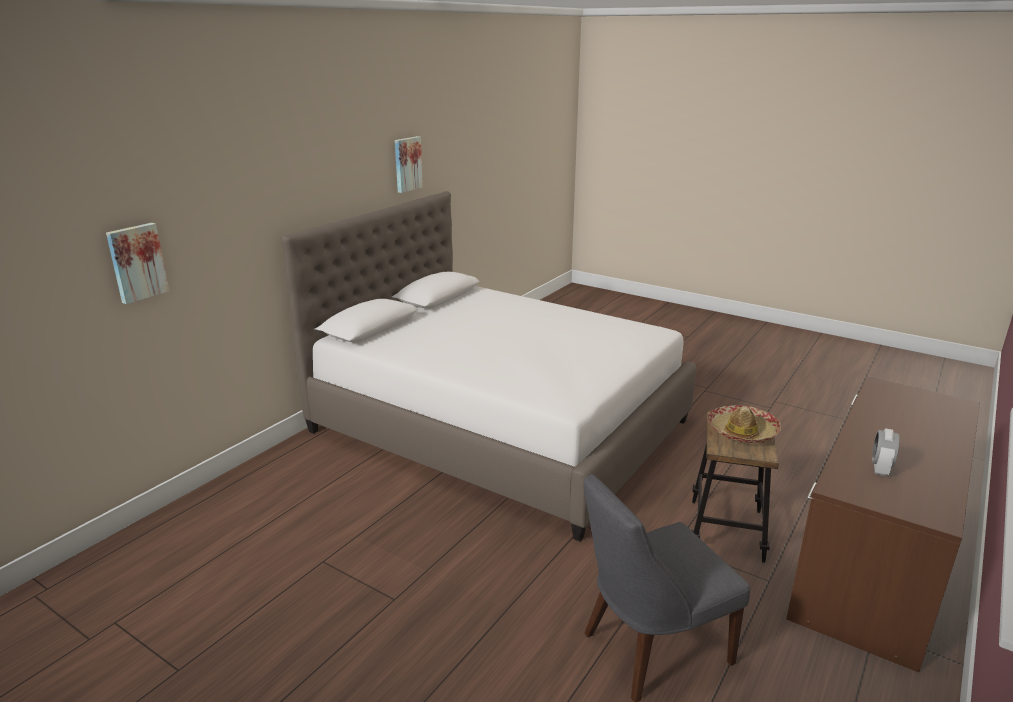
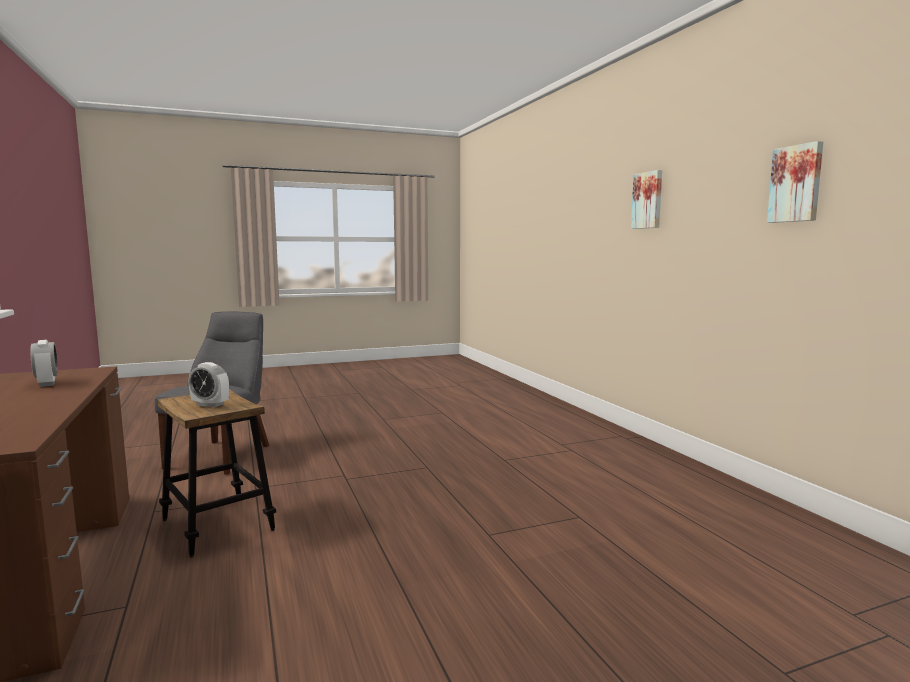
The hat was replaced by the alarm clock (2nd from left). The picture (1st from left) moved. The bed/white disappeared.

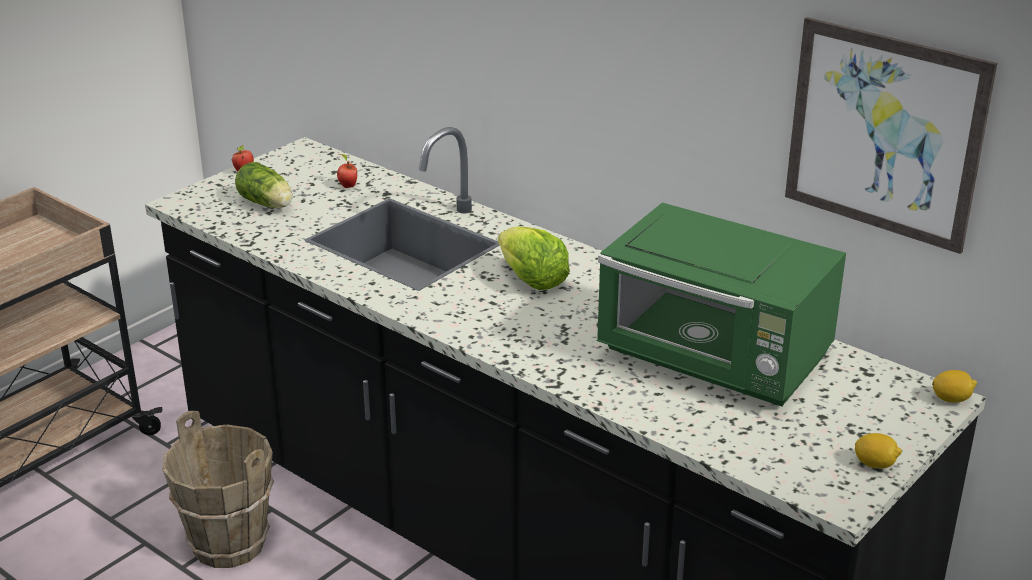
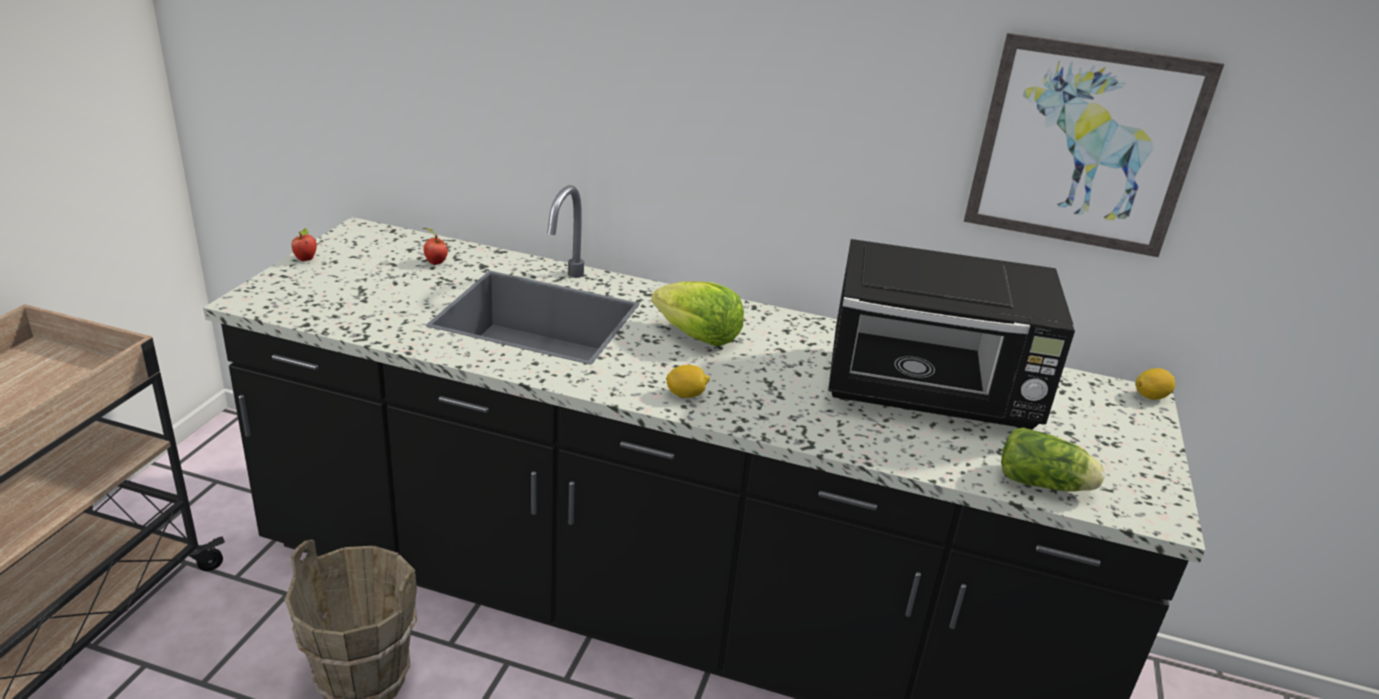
The lemon (1st from left) moved. The microwave/green became the microwave/black. The lettuce (1st from left in the first image) moved.

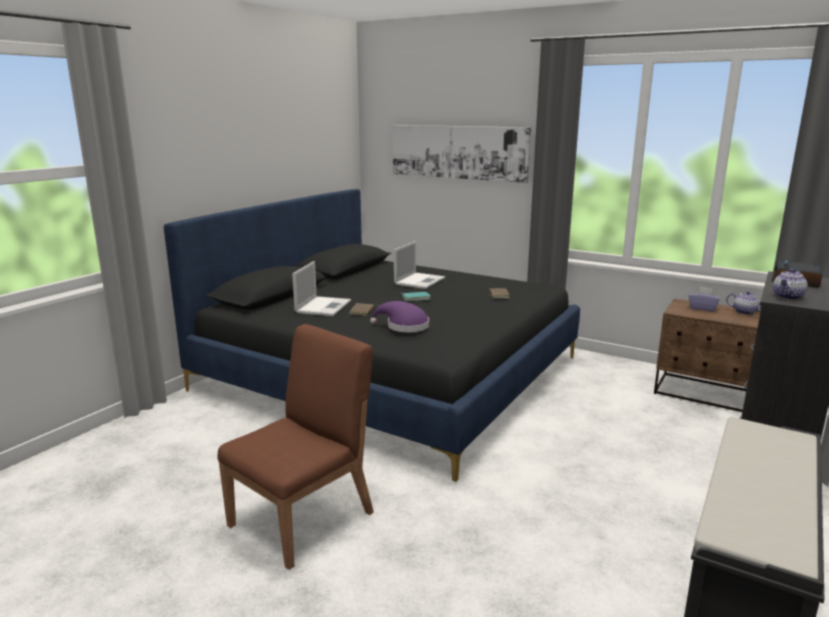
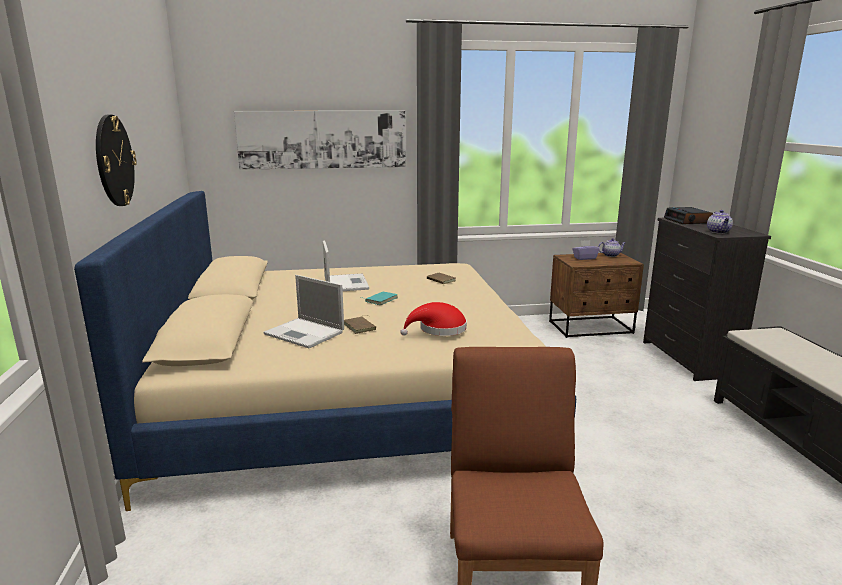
The bed/black became the bed/beige. The wall clock appeared. The laptop (1st from left) turned 150 degrees clockwise. The hat/purple became the hat/red.

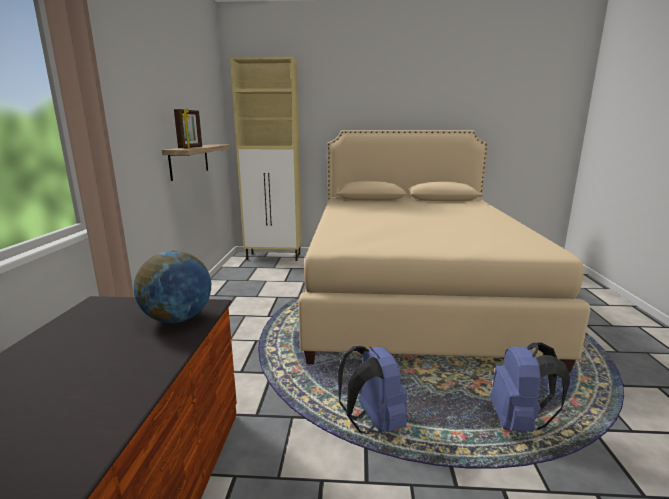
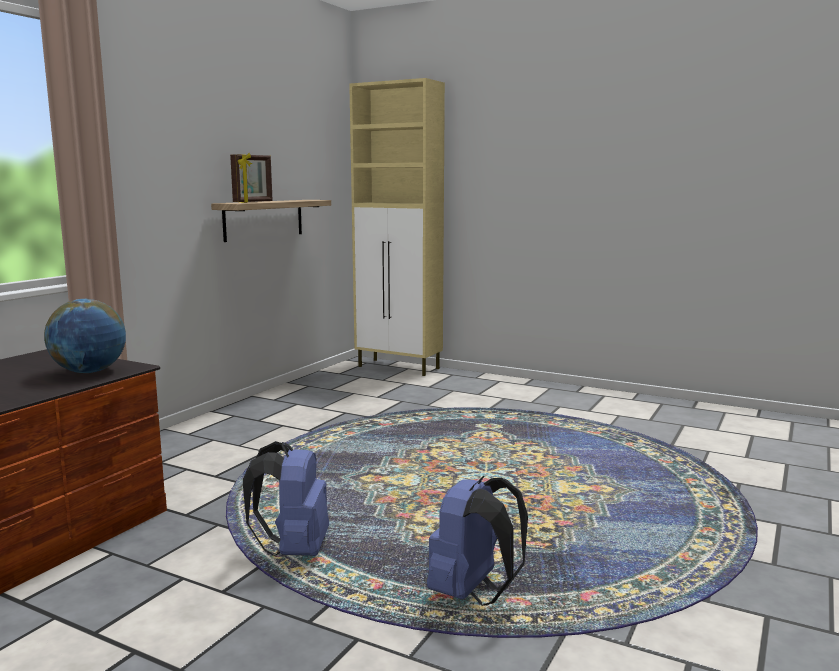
The bed/beige disappeared.

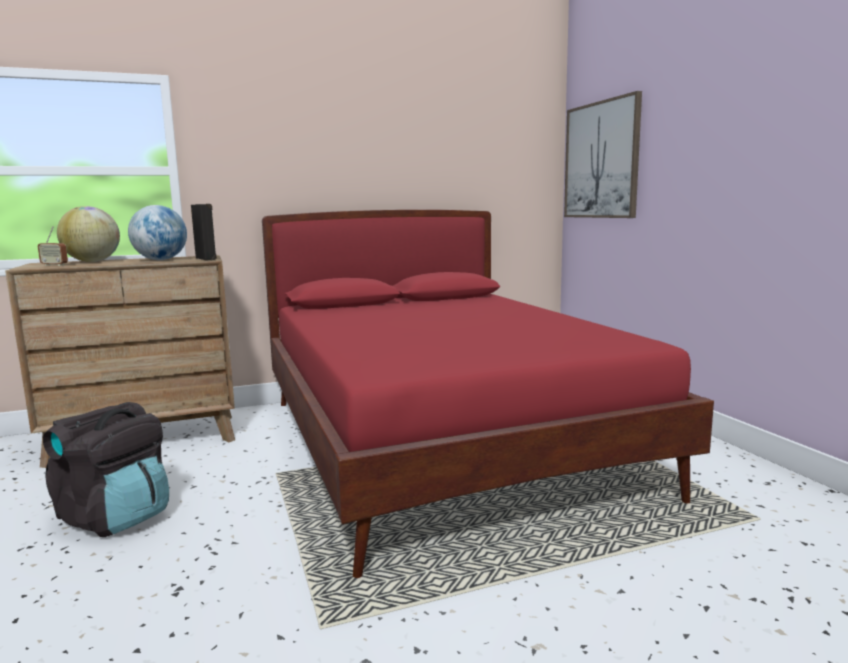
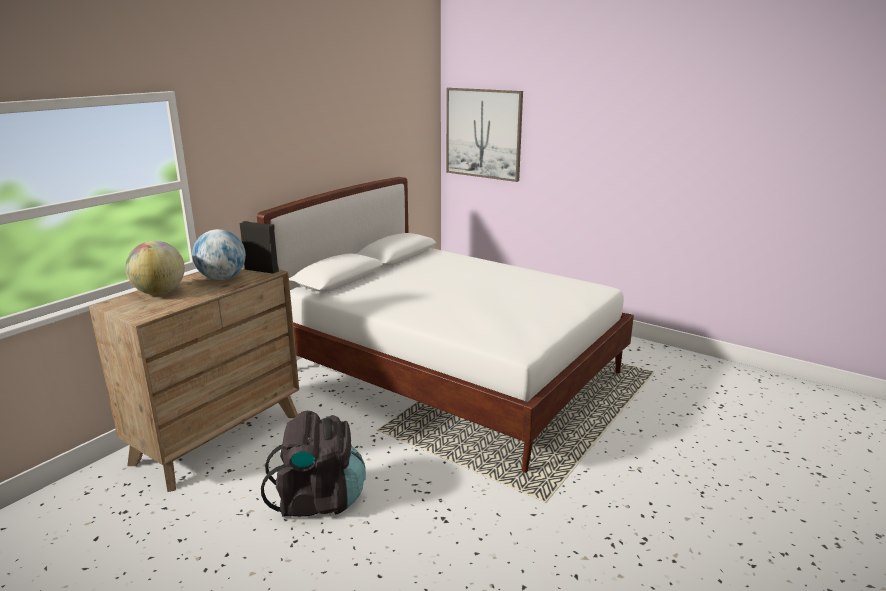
The bed/red became the bed/white. The radio disappeared.

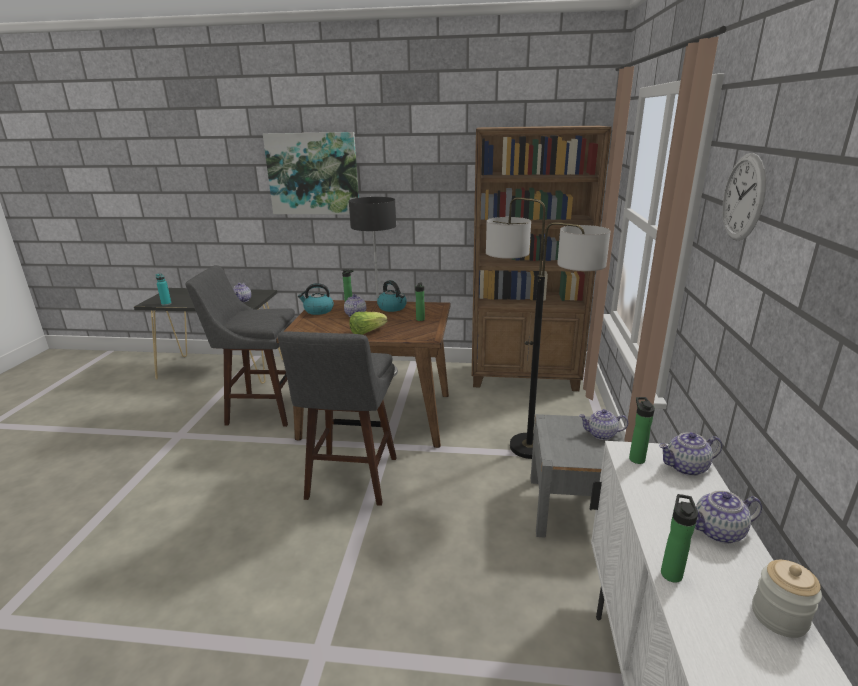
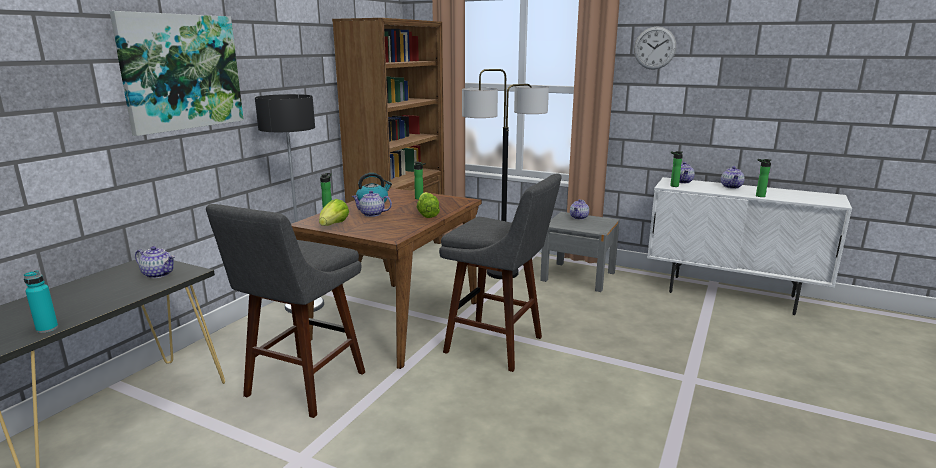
The kettle (1st from left) was replaced by the lettuce (1st from left). The jar disappeared.

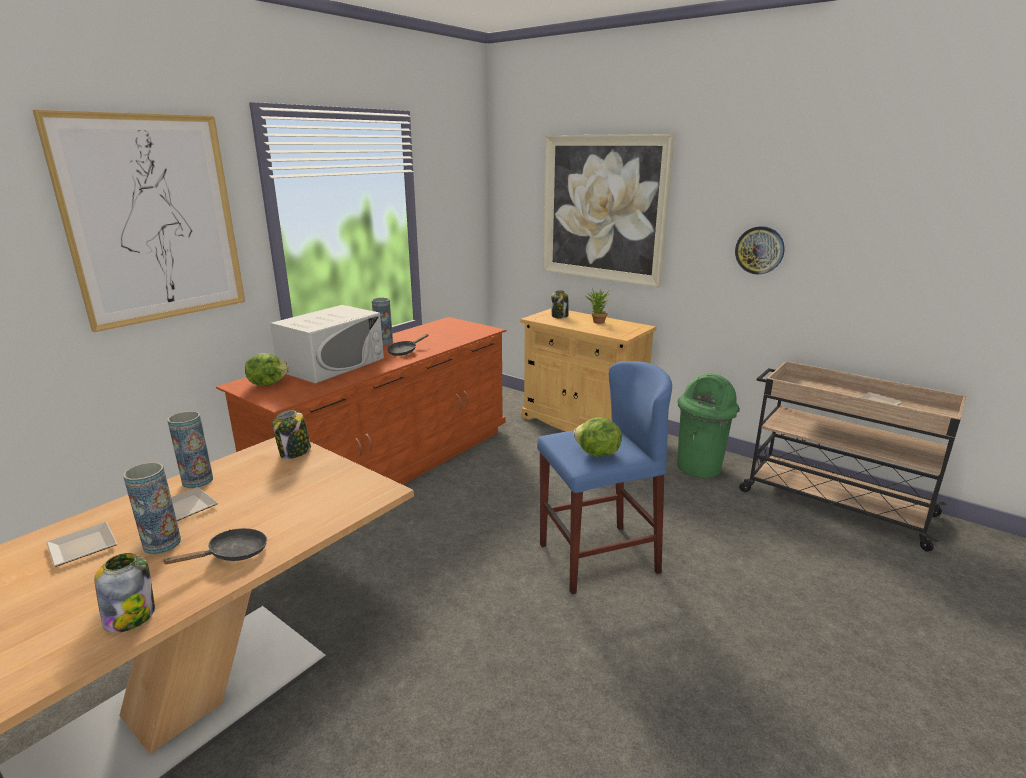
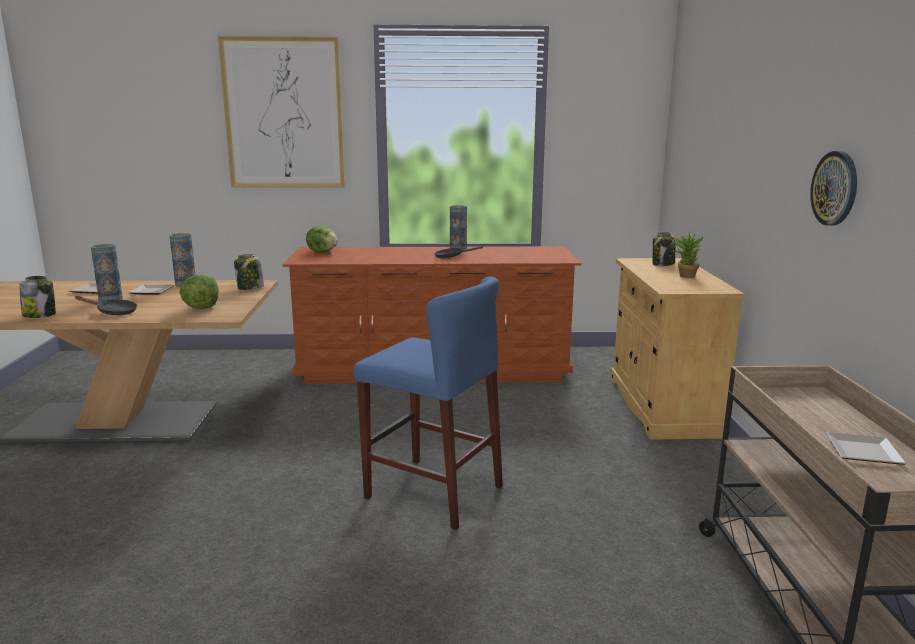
The lettuce (2nd from left in the first image) moved. The microwave/white disappeared. The picture (2nd from left) disappeared. The trash can/green disappeared.

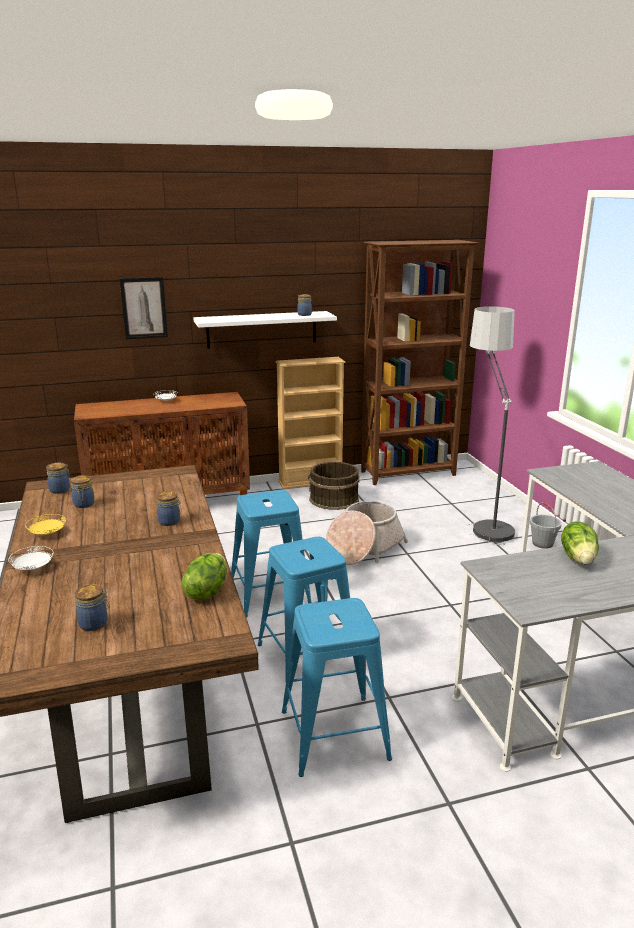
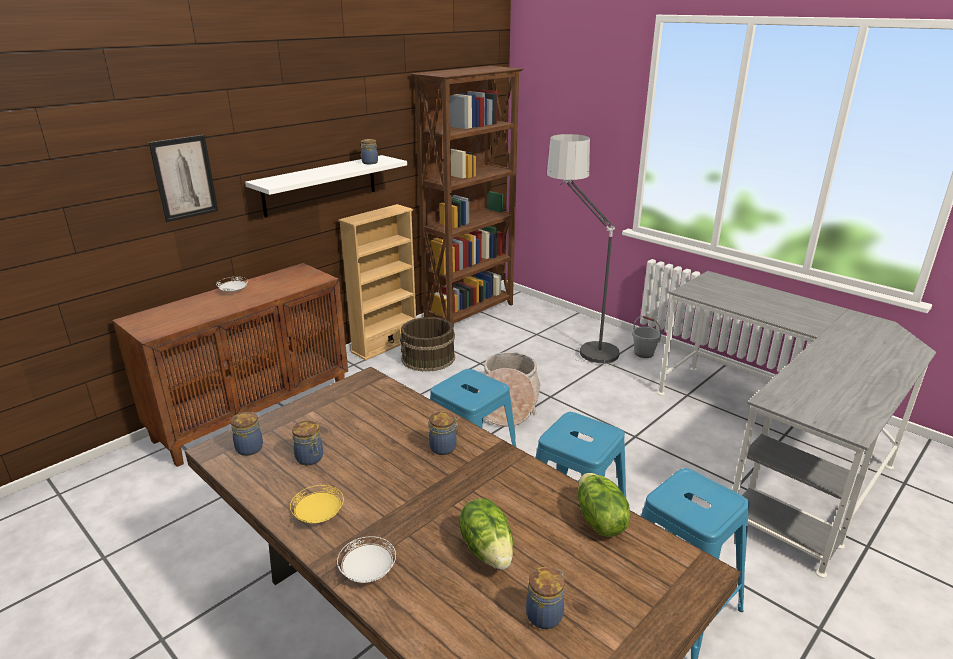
The lettuce (2nd from left in the first image) moved.

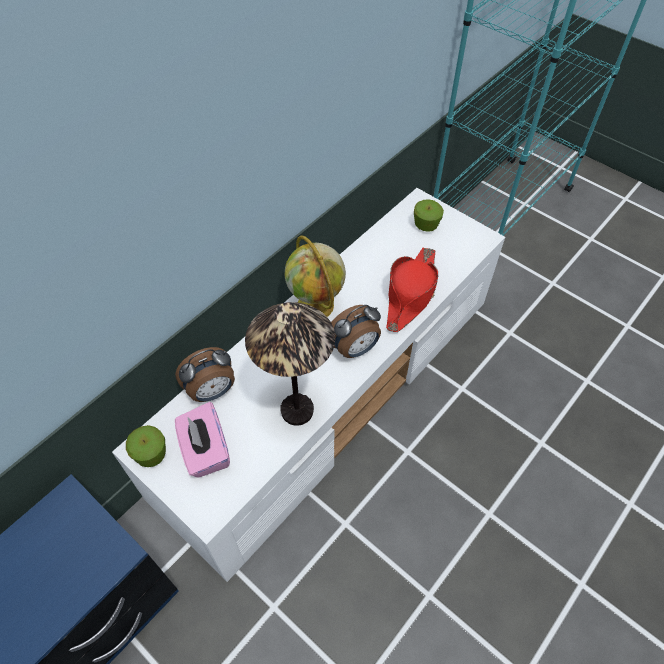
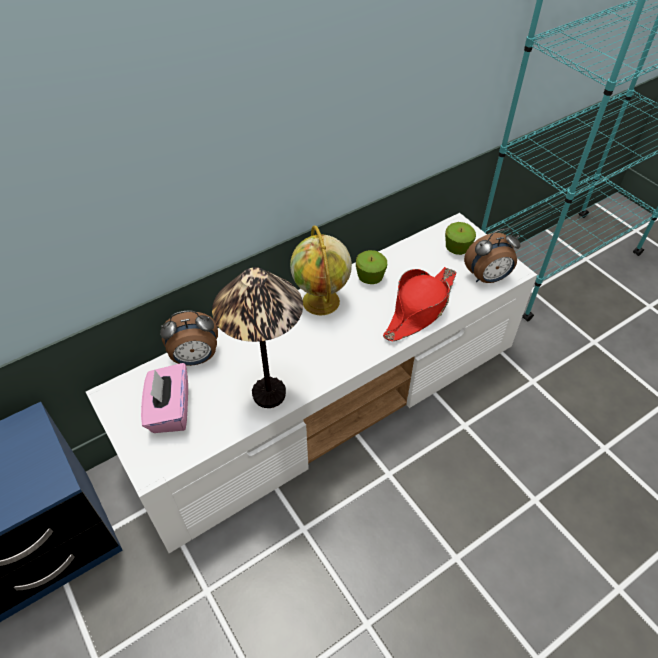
The apple (1st from left) moved. The alarm clock (2nd from left) moved.

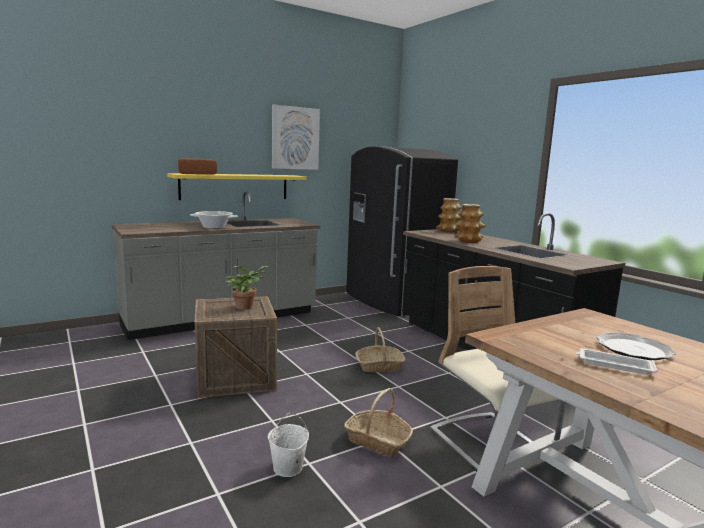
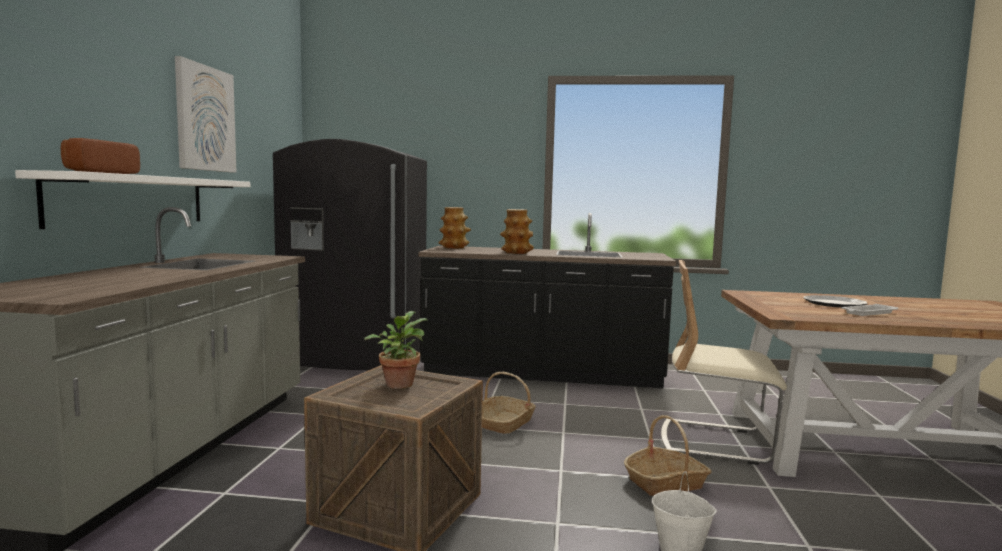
The shelf/yellow became the shelf/white. The cooking pot disappeared.

